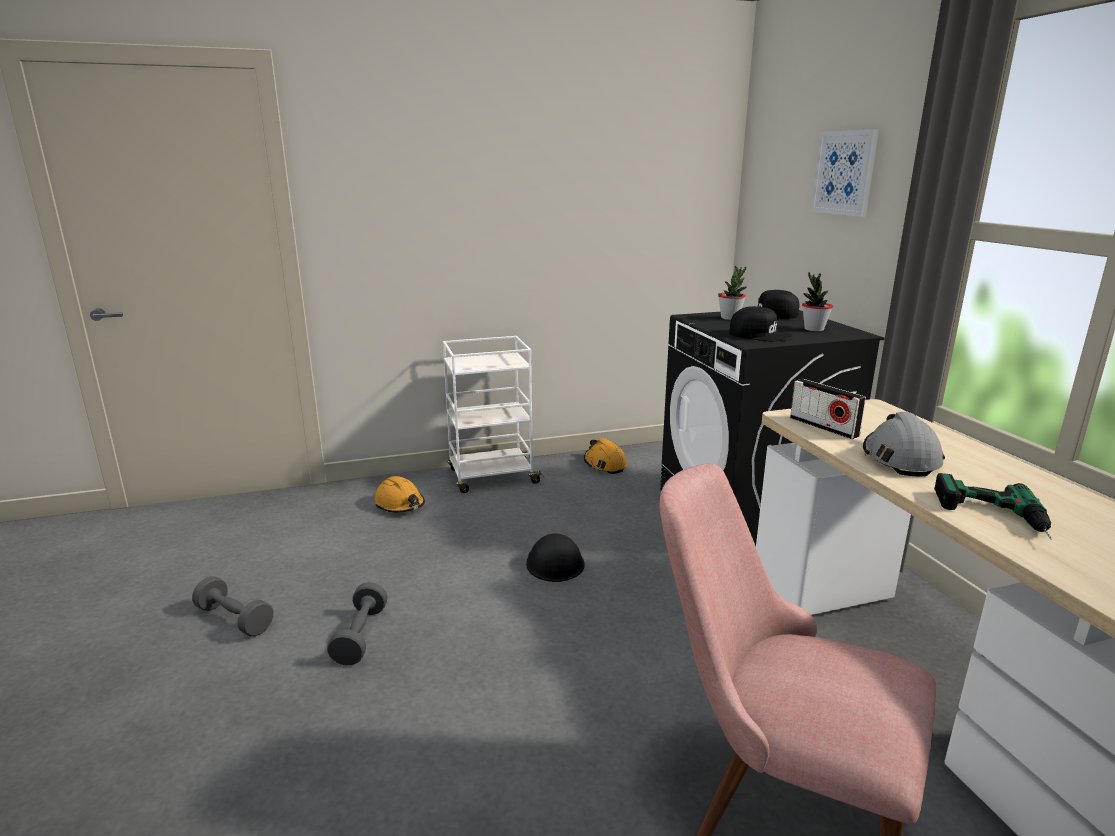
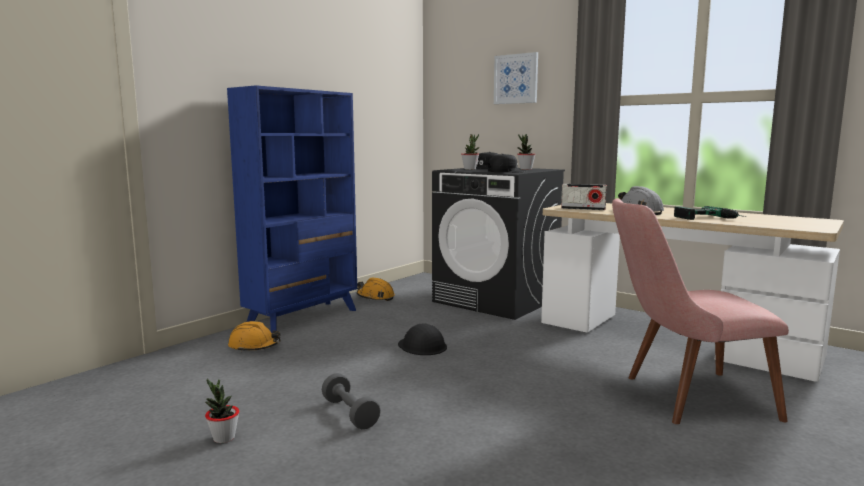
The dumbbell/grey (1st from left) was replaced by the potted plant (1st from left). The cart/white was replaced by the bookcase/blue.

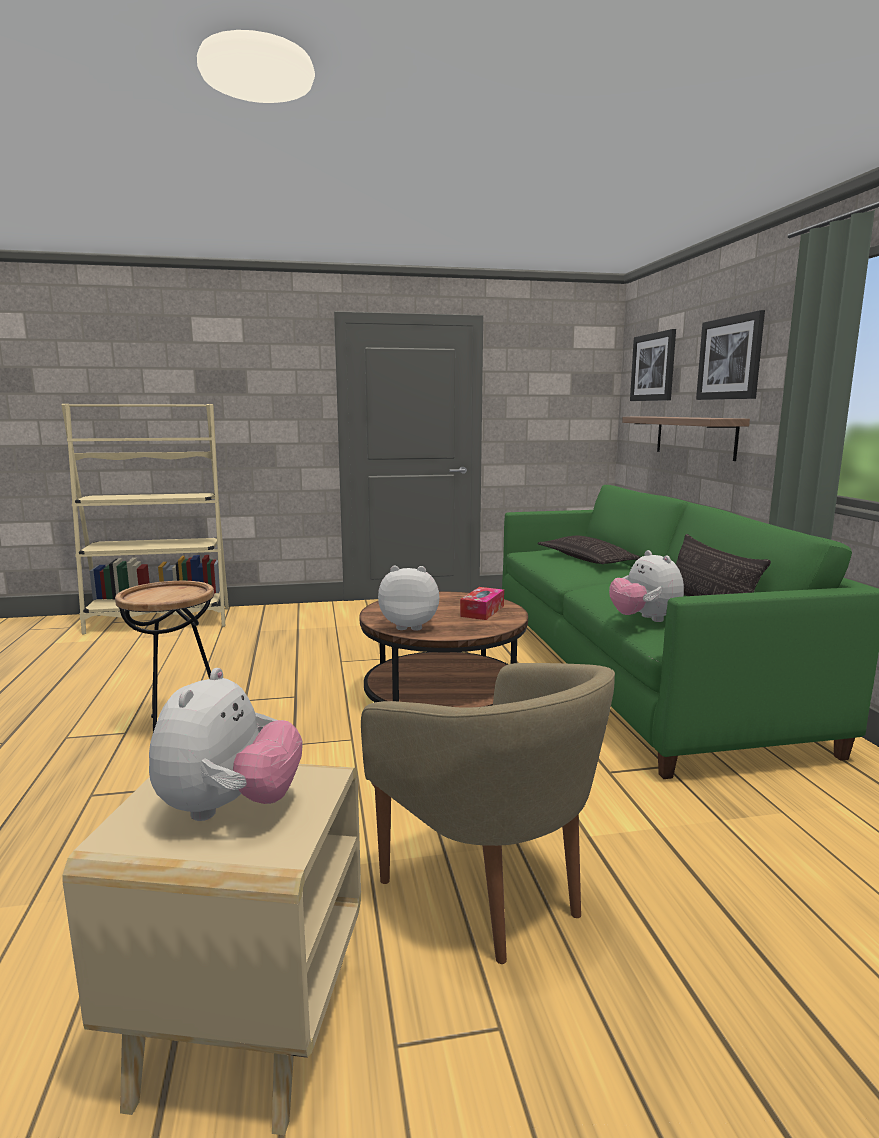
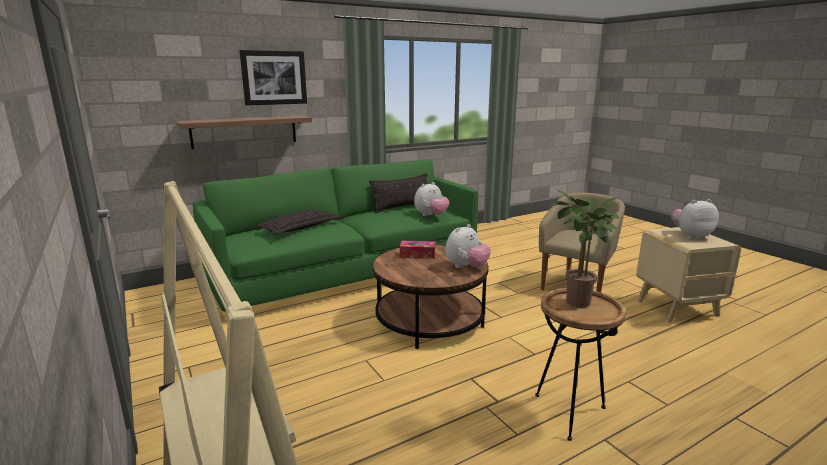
The plush toy (2nd from left) turned 120 degrees counterclockwise. The potted plant appeared. The picture (1st from left) disappeared.

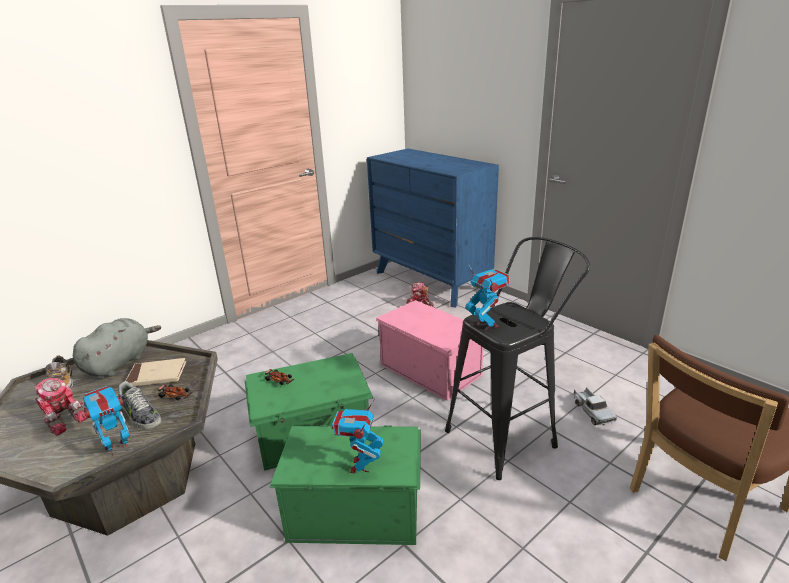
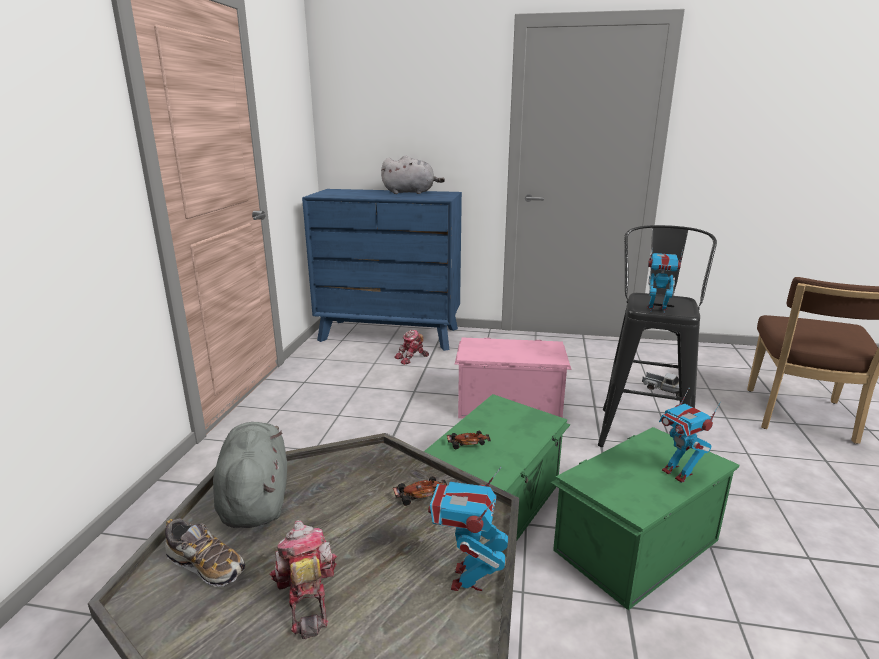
The toy robot (1st from left) turned 105 degrees counterclockwise. The plush toy/grey (2nd from left) appeared. The shoe (2nd from left) disappeared. The book/beige disappeared.

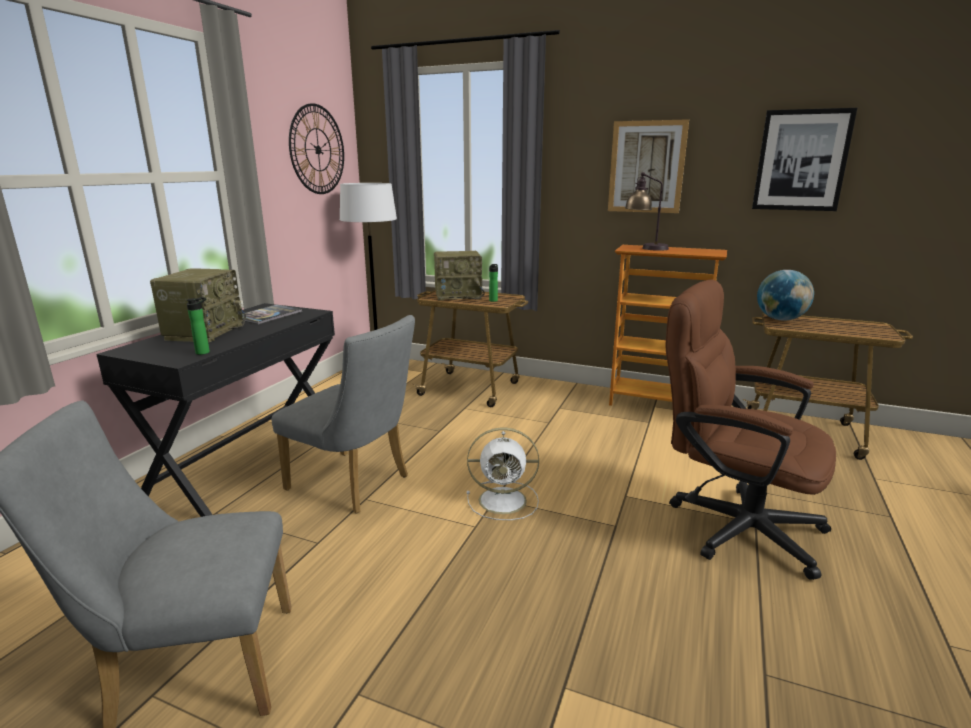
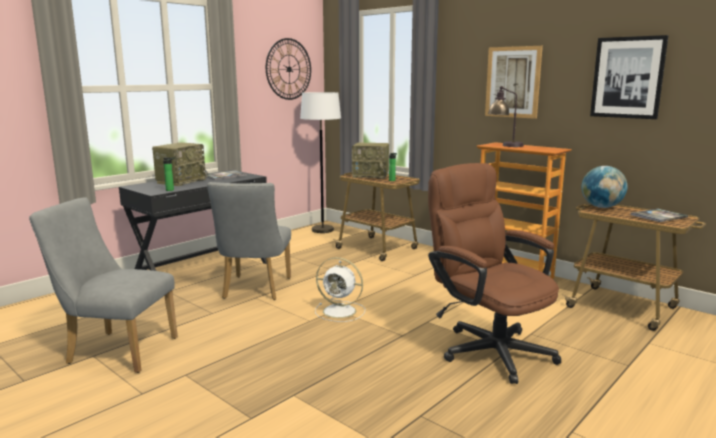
The chair/grey (2nd from left) turned 45 degrees clockwise. The book (2nd from left) appeared.

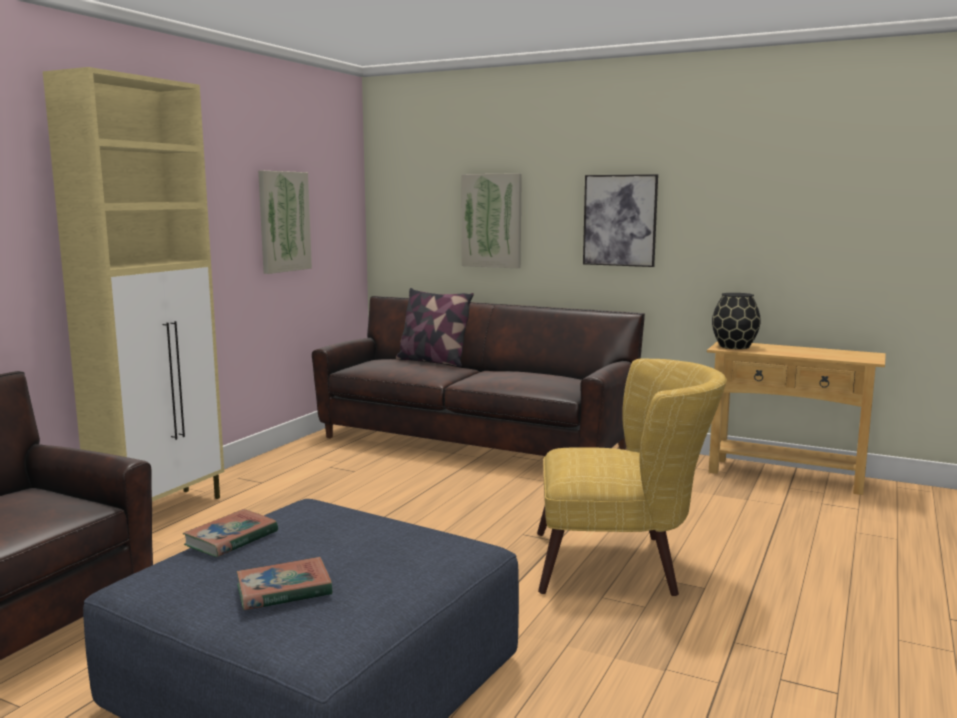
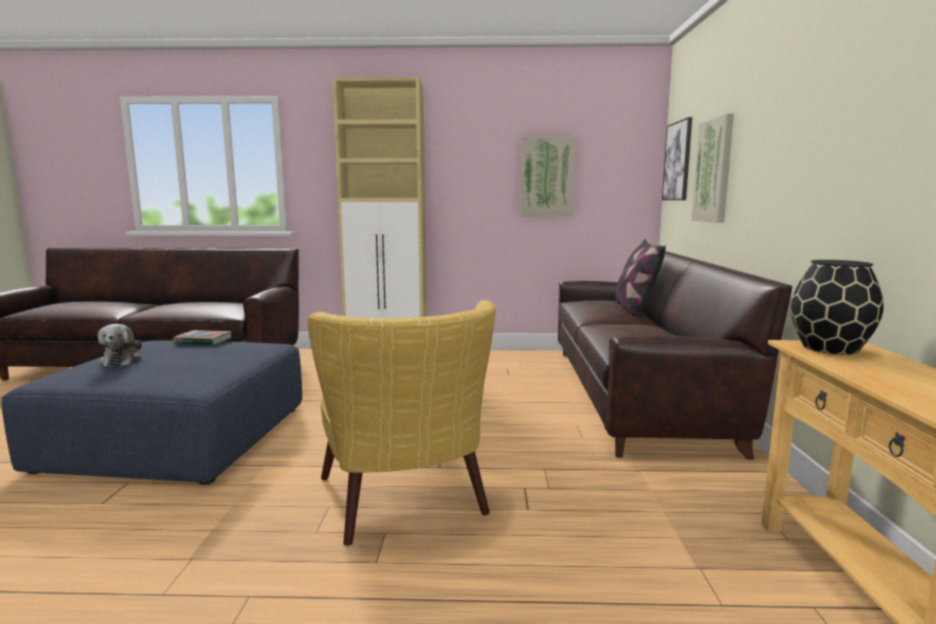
The book (2nd from left) was replaced by the plush toy. The picture (3rd from left in the first image) moved.

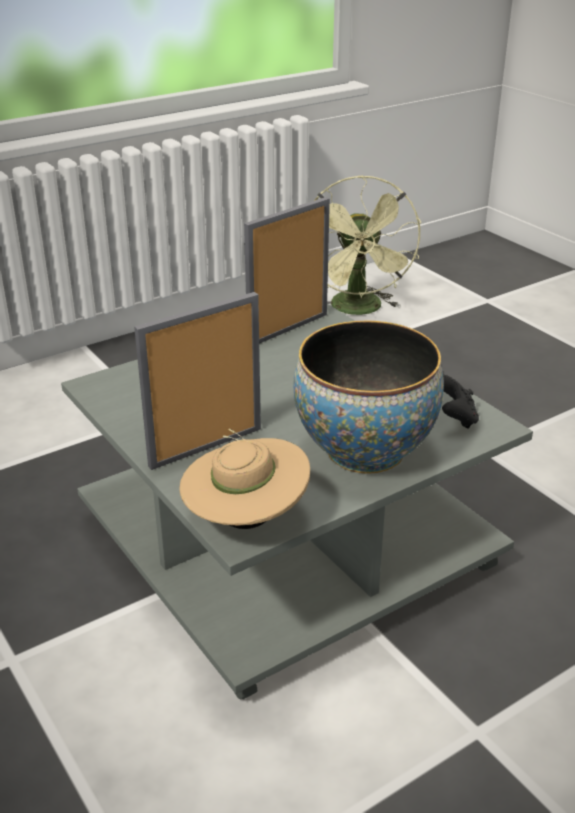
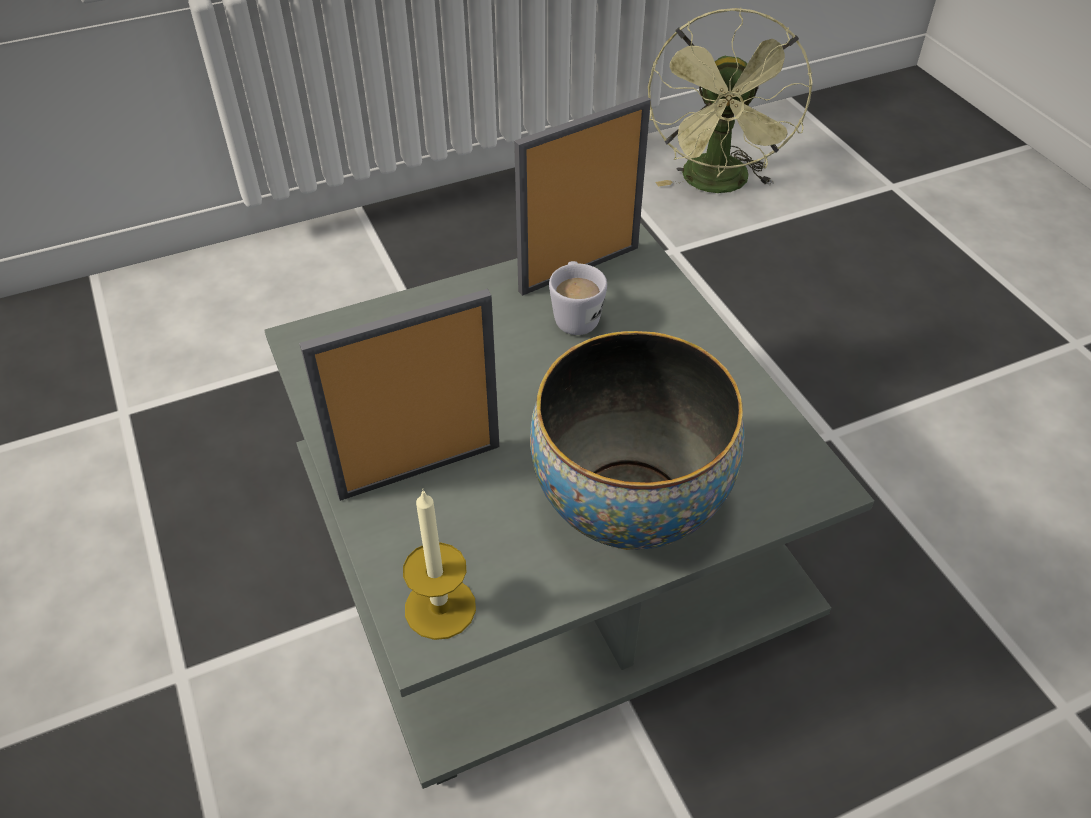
The hat/beige was replaced by the candle. The mug/white appeared. The game controller/black disappeared.

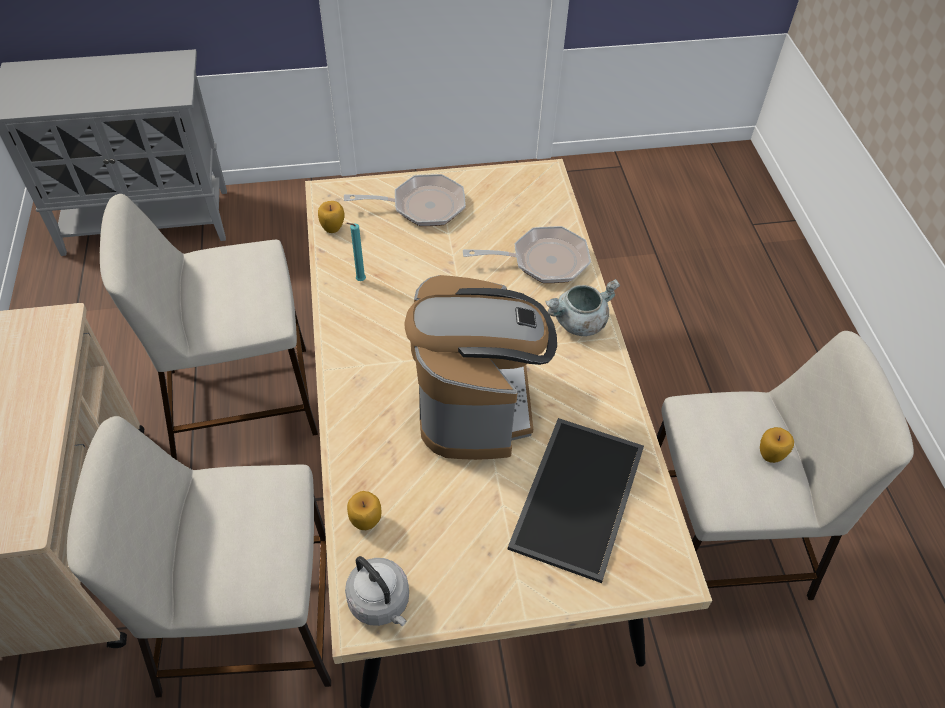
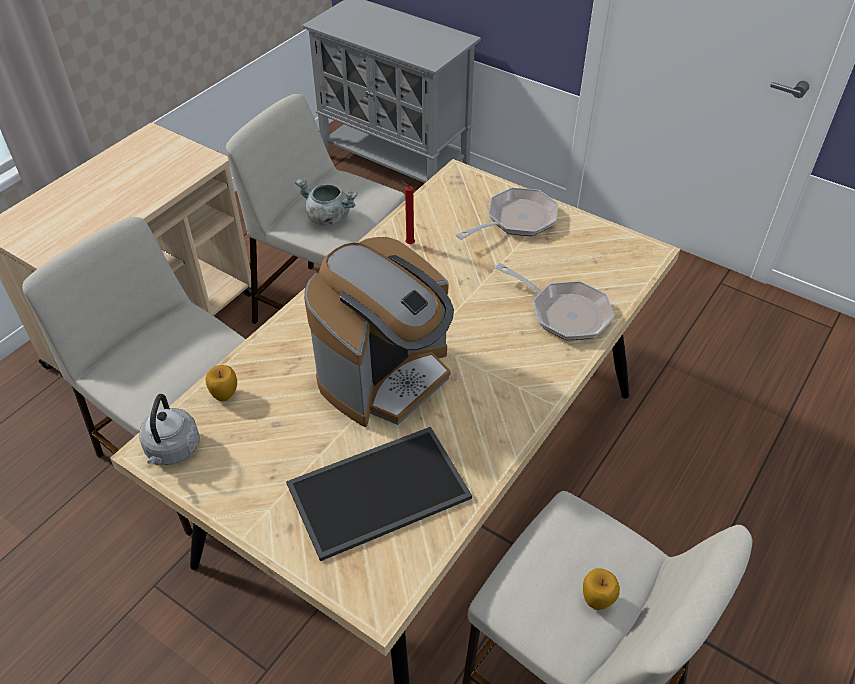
The cooking pot/grey moved. The candle/turquoise became the candle/red. The frying pan (1st from left) turned 75 degrees counterclockwise. The apple (1st from left) disappeared.

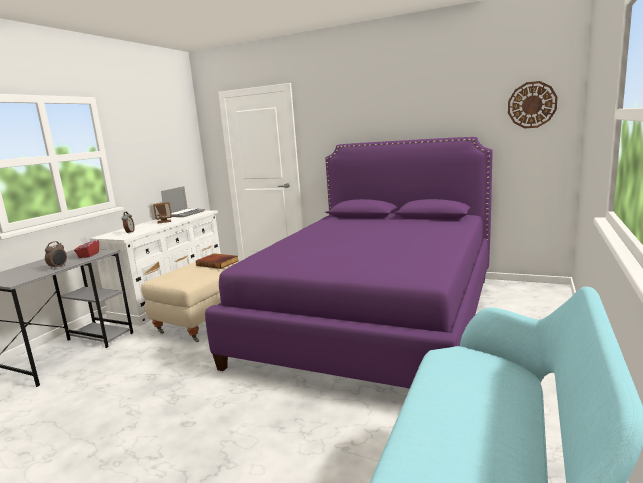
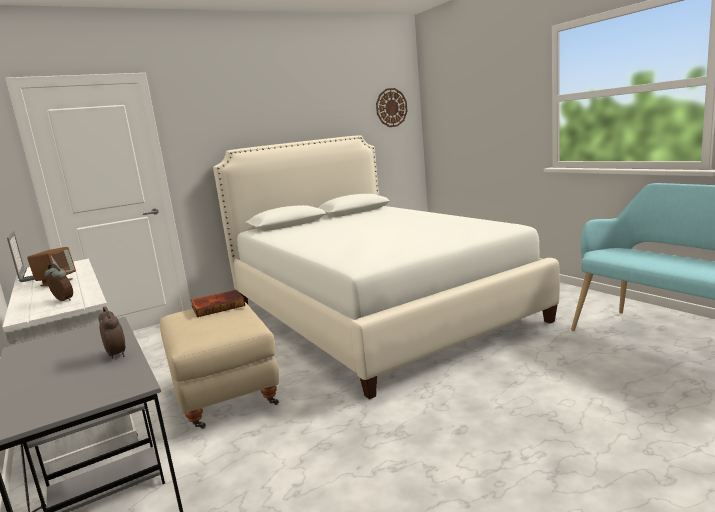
The bed/purple became the bed/white. The tissue box/red disappeared.

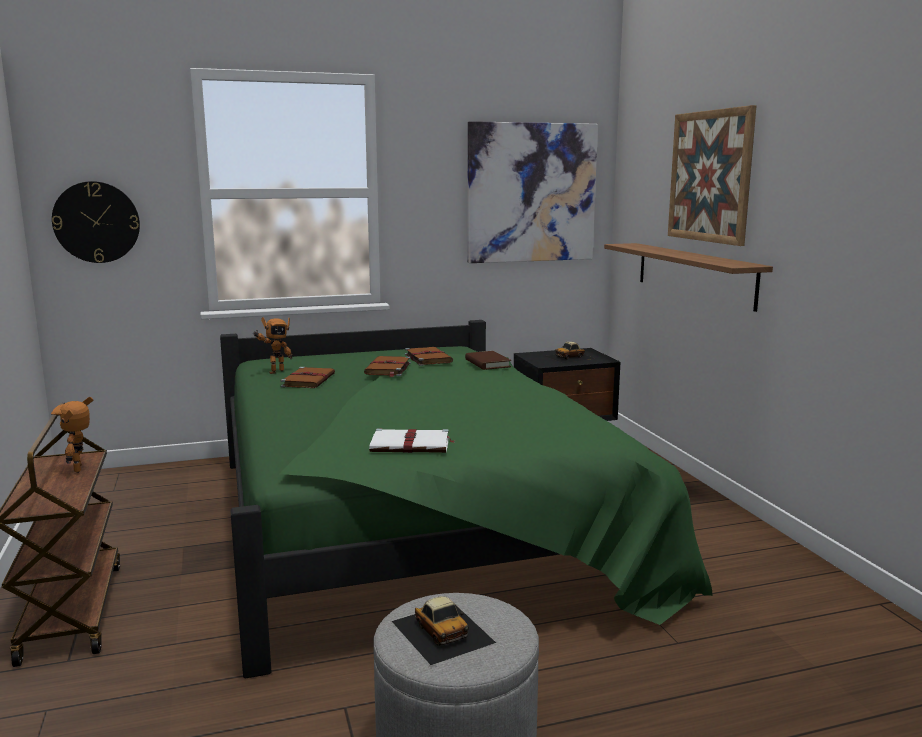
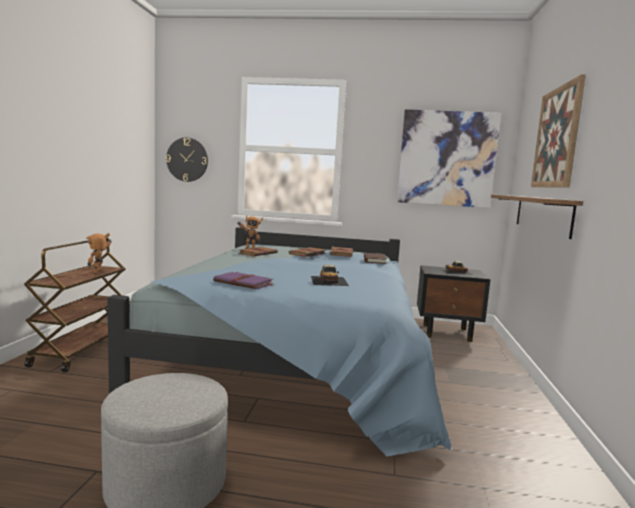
The bed/green became the bed/blue. The book/white became the book/purple. The toy car (1st from left) moved.

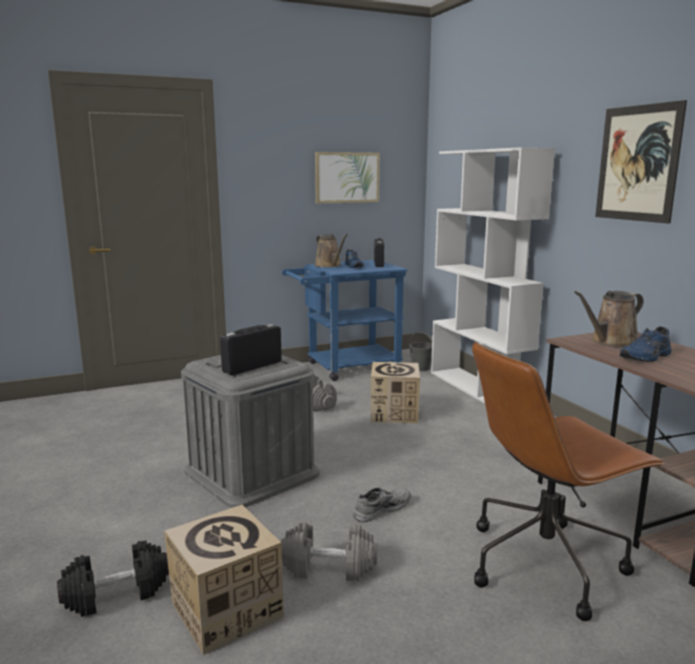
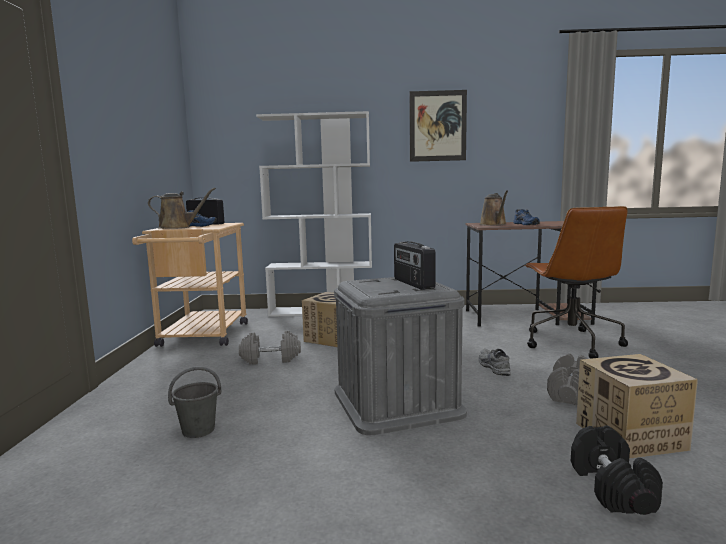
The cart/blue became the cart/beige. The bucket/grey moved. The picture (1st from left) disappeared.

